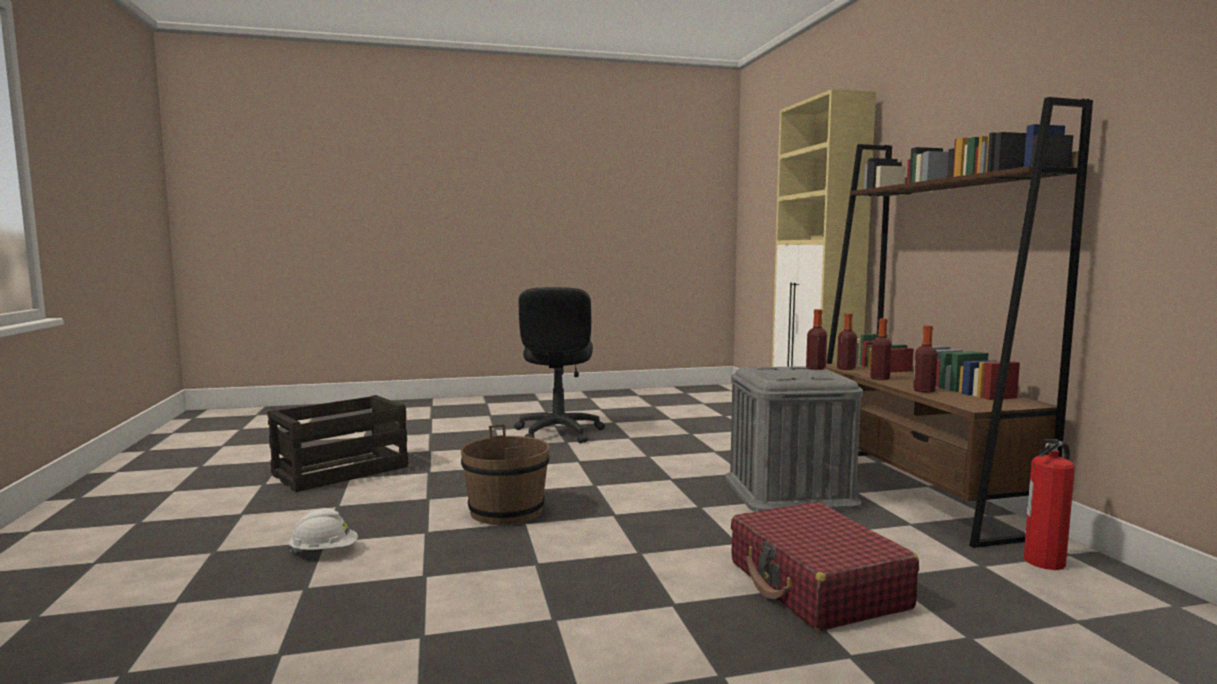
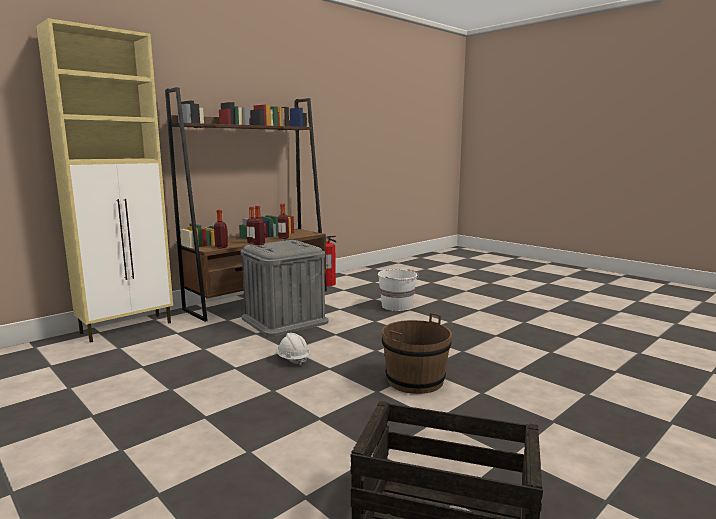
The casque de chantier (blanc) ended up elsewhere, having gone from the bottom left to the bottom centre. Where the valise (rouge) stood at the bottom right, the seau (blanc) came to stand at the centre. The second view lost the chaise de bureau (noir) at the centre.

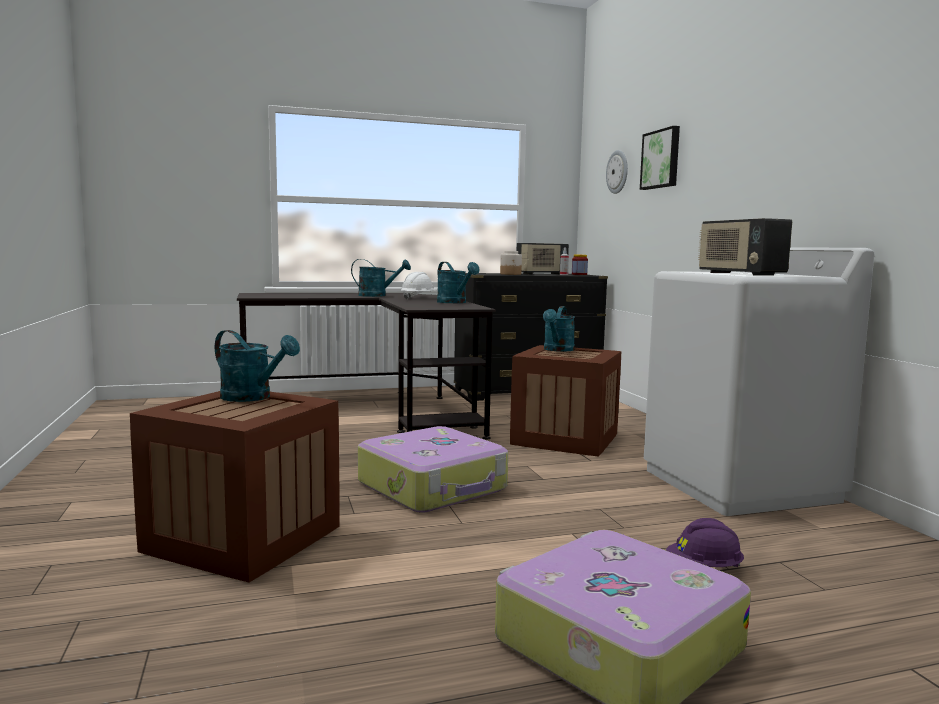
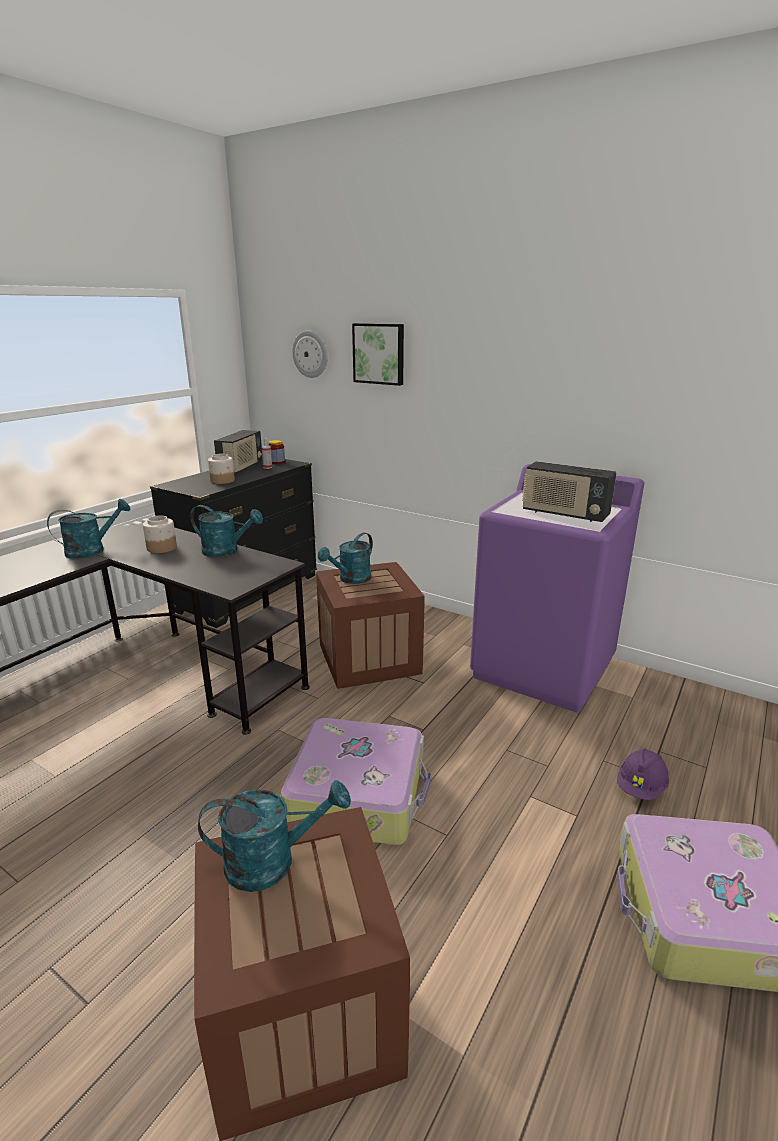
Where the casque de chantier (blanc) stood at the centre, the bocal (1st from left) came to stand at the middle left. The arrosoir (turquoise) (4th from left) at the centre ended up facing another way, 60 degrees clockwise from before. What was the lave-linge (blanc) at the middle right turned into the lave-linge (violet) at the middle right.

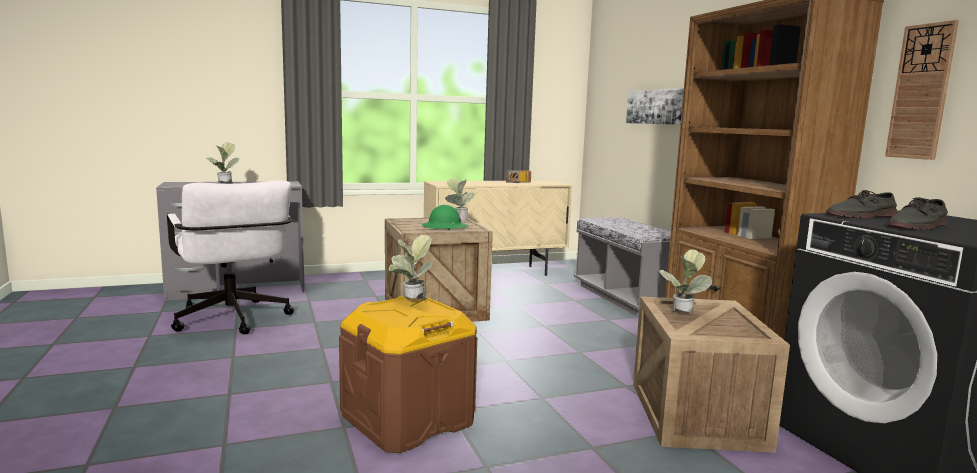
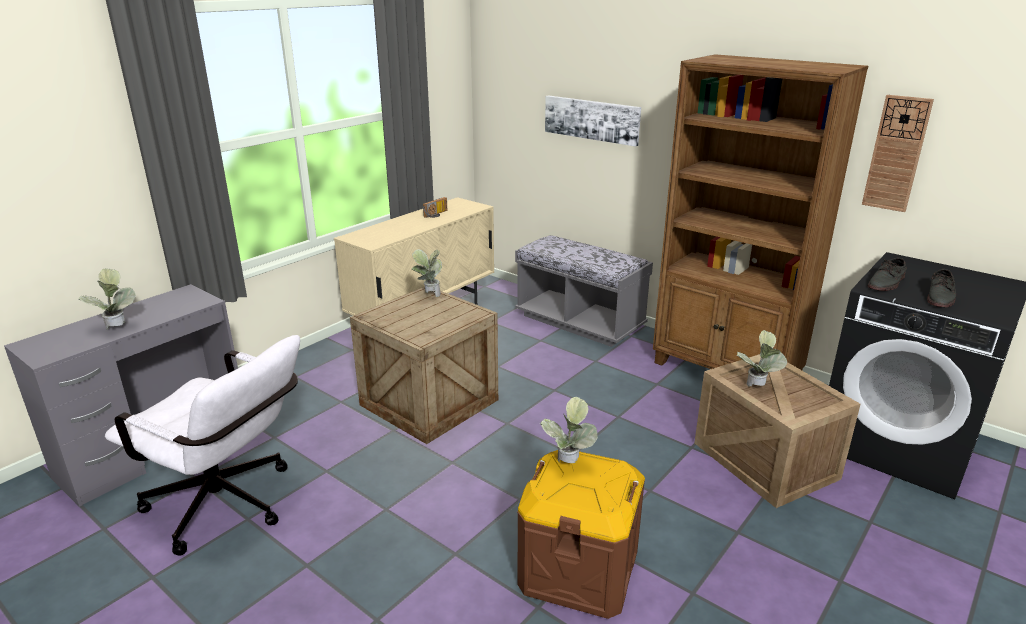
The second view lost the casque de chantier (vert) at the centre.

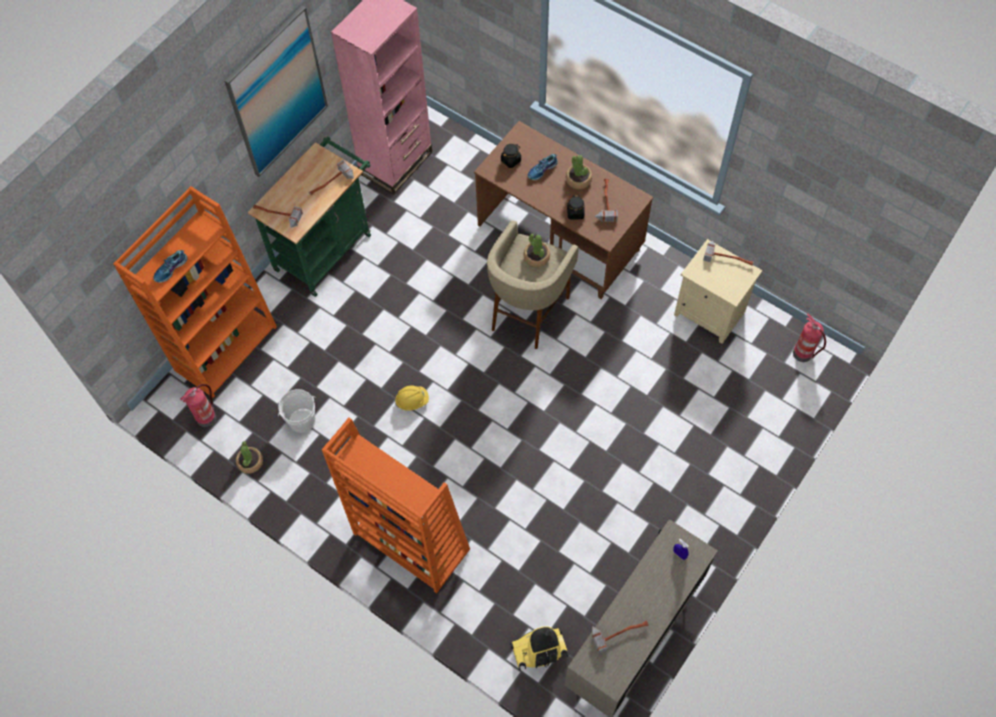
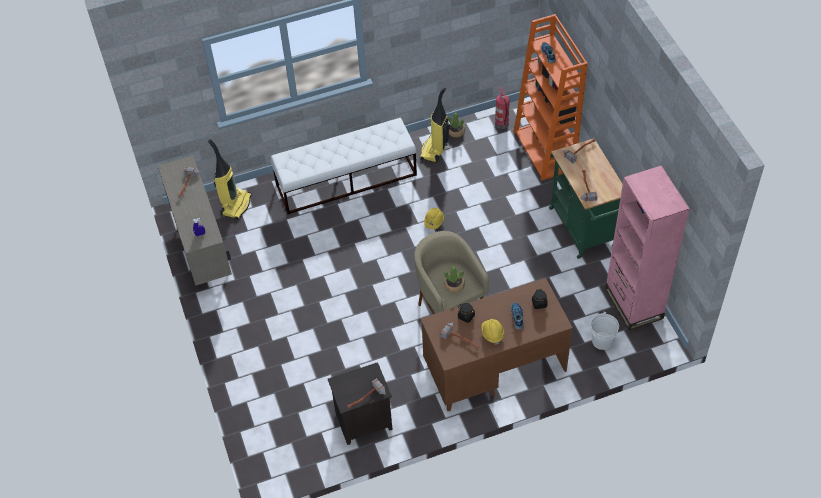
Where the bibliothèque (orange) (2nd from left) stood at the bottom centre, the banc (blanc) came to stand at the centre. What was the table de chevet (beige) at the middle right turned into the table de chevet (noir) at the bottom centre. The second view gained the aspirateur (2nd from left) at the top centre. Where the plante en pot (3rd from left) stood at the top centre, the casque de chantier (jaune) (2nd from left) came to stand at the bottom centre. The seau (blanc) ended up elsewhere, having gone from the middle left to the middle right. The second view lost the tableau at the top left. The second view lost the extincteur (2nd from left) at the middle right.

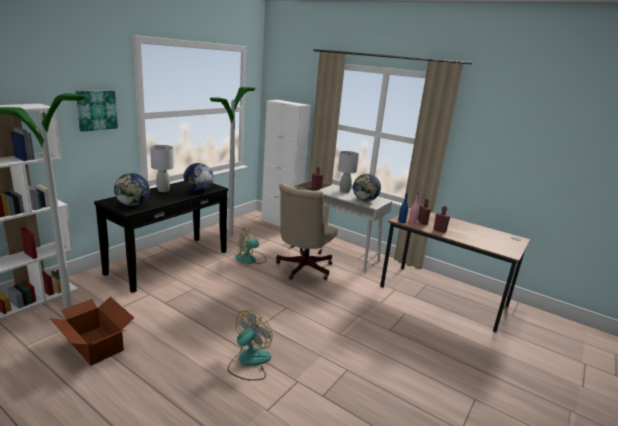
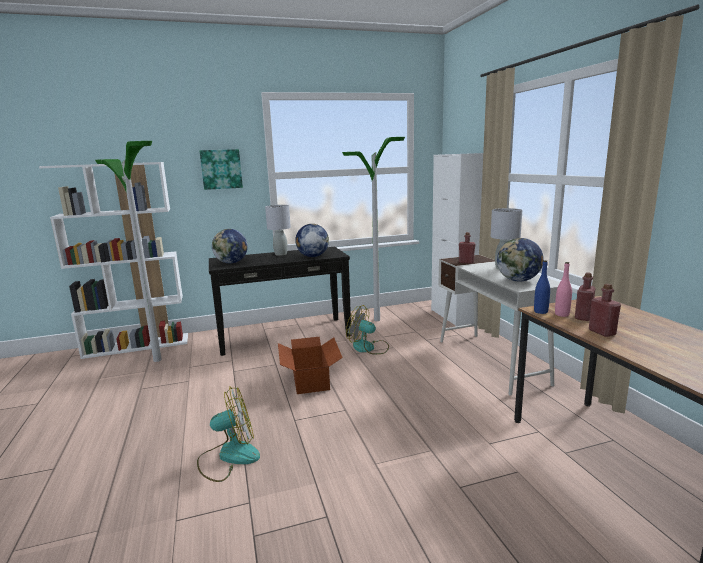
The carton ended up elsewhere, having gone from the bottom left to the centre. The second view lost the chaise de bureau (beige) at the centre.

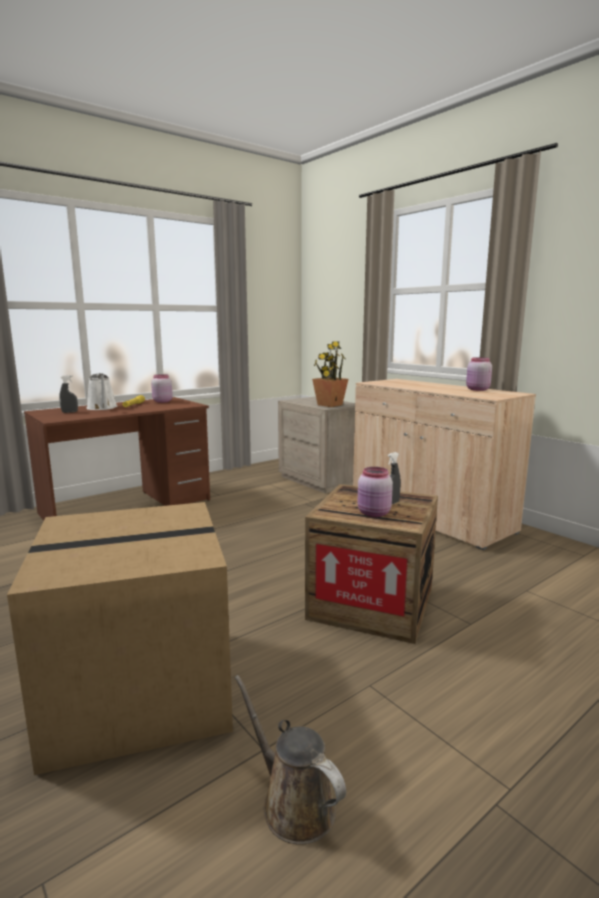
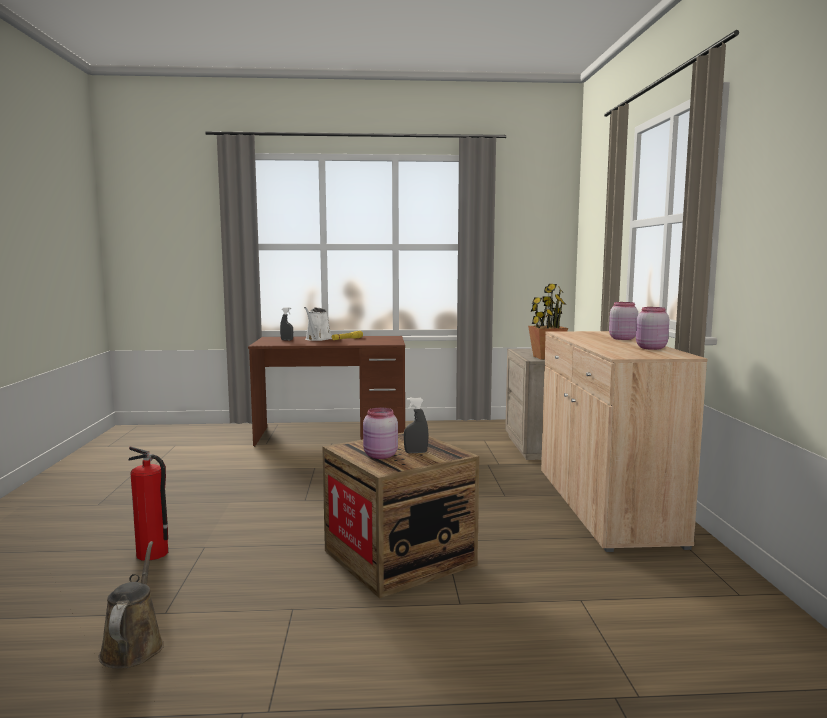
Where the carton stood at the bottom left, the extincteur came to stand at the bottom left. The bocal (rose) (1st from left in the first image) ended up elsewhere, having gone from the middle left to the middle right.

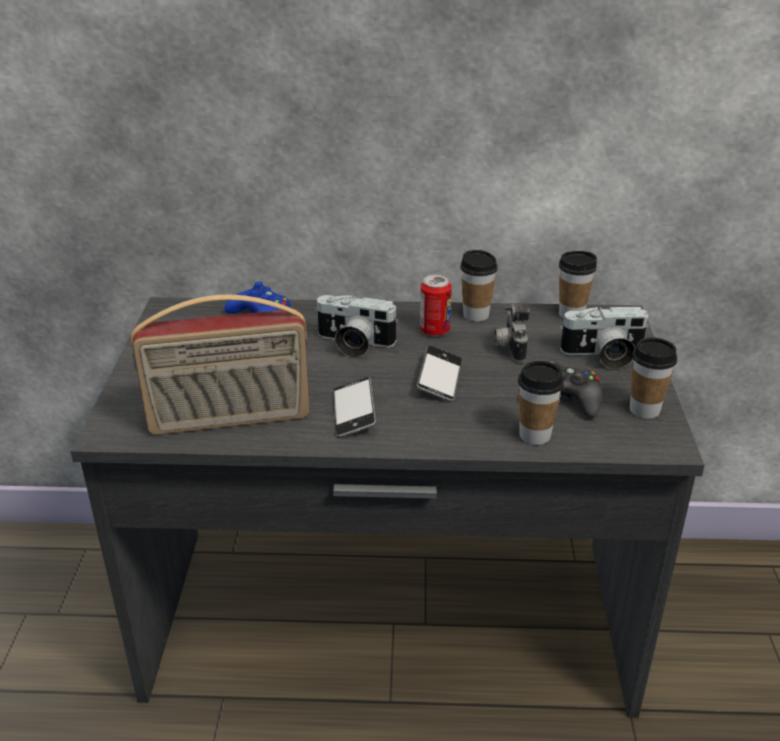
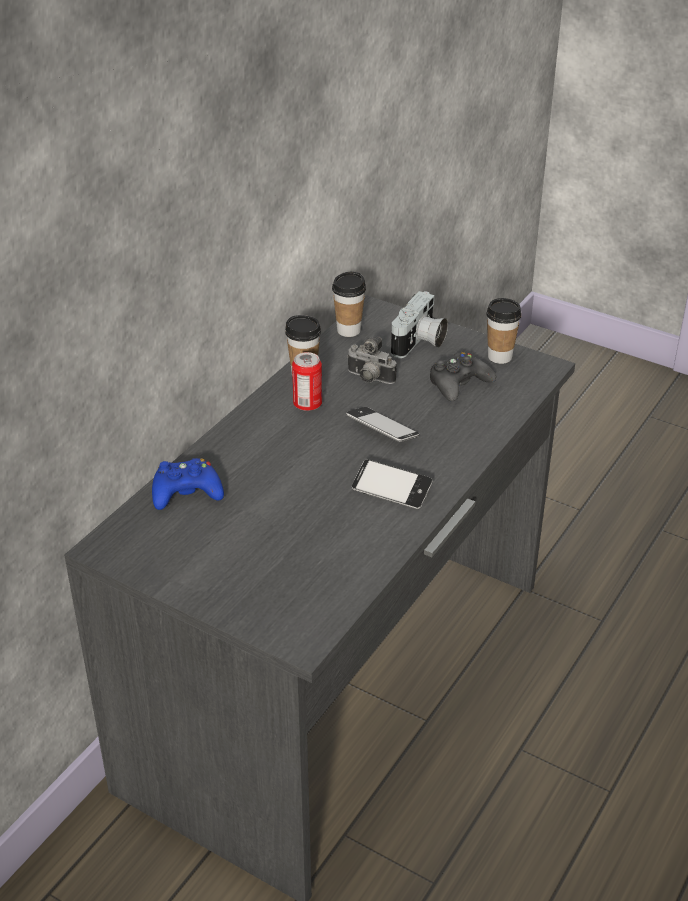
The second view lost the radio at the middle left. The second view lost the appareil photo (1st from left) at the centre. The second view lost the tasse (2nd from left) at the middle right.

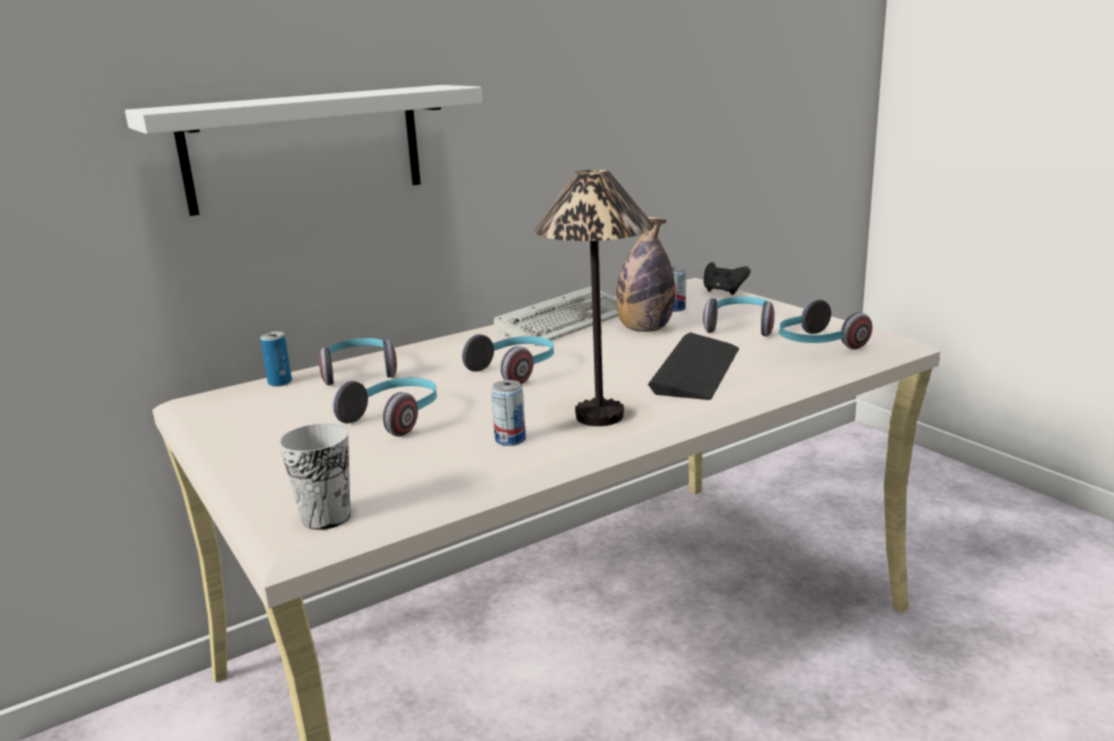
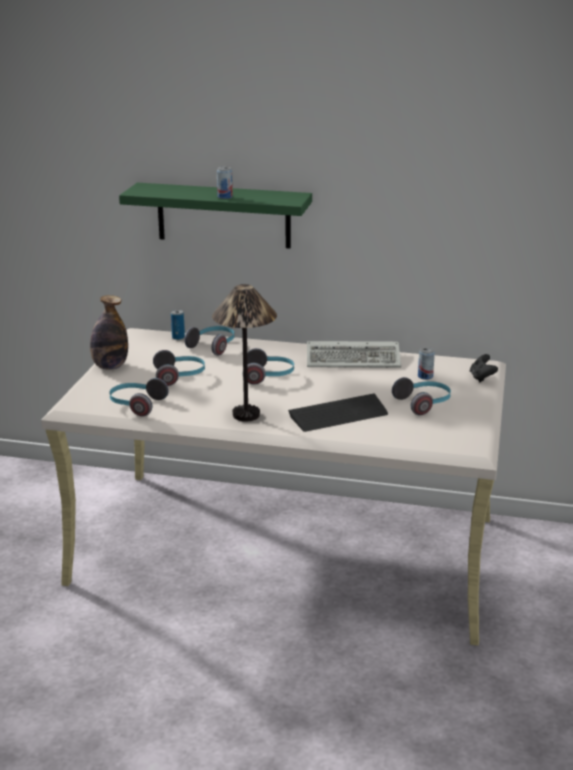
The bouteille ended up elsewhere, having gone from the centre to the middle left. The casque audio (5th from left in the first image) ended up elsewhere, having gone from the middle right to the middle left. What was the étagère (blanc) at the top left turned into the étagère (vert) at the top centre. The boîte métallique (2nd from left) ended up elsewhere, having gone from the centre to the top centre. The second view lost the tasse at the middle left.

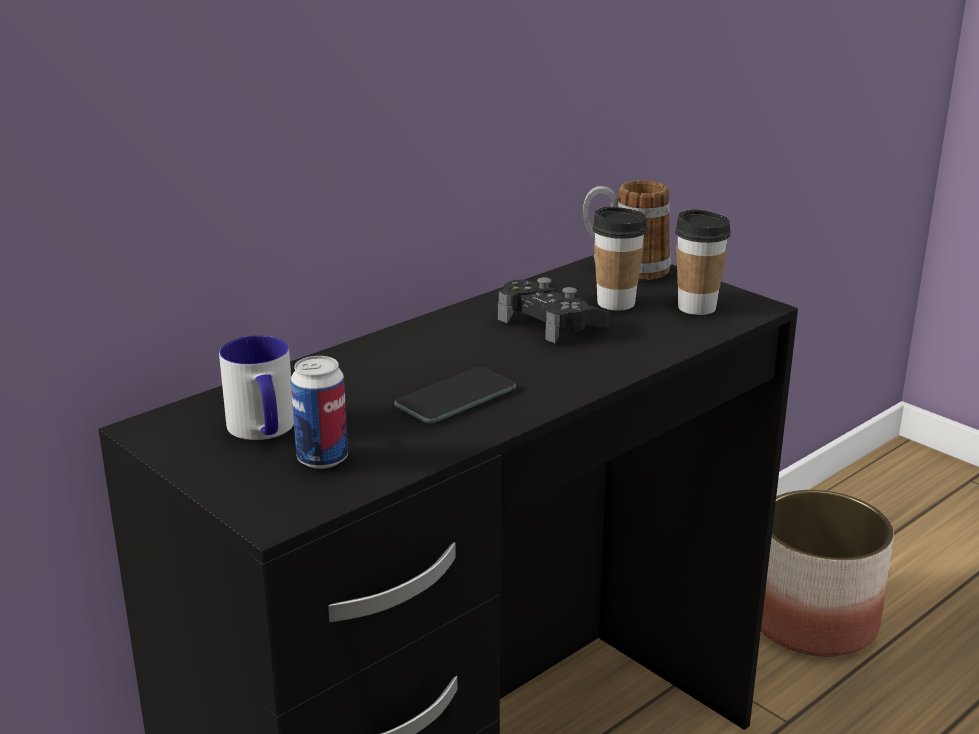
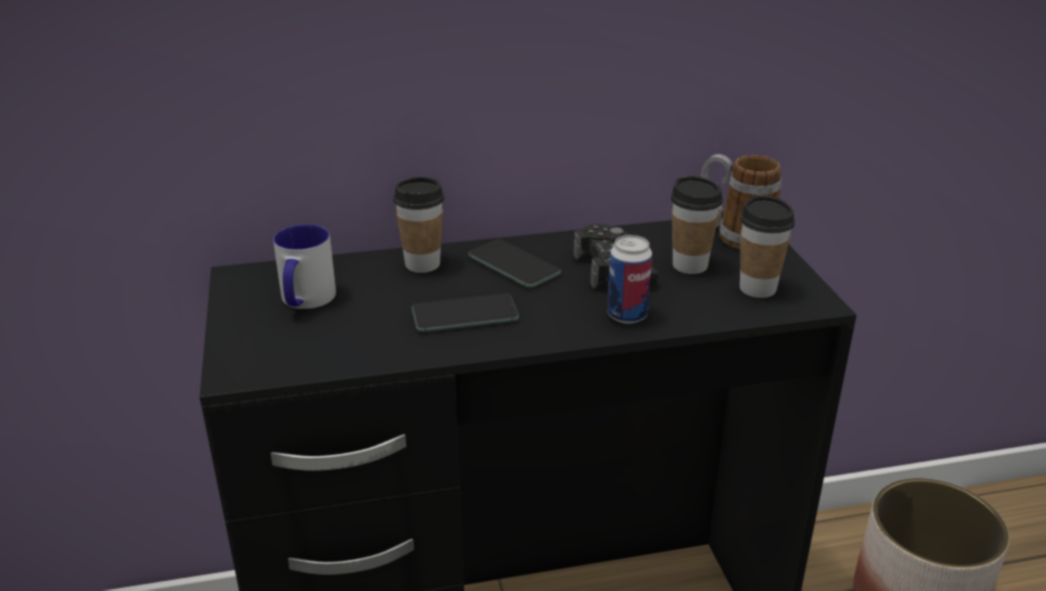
The second view gained the tasse (1st from left) at the centre. The second view gained the téléphone (2nd from left) at the centre. The boîte métallique ended up elsewhere, having gone from the middle left to the centre.

